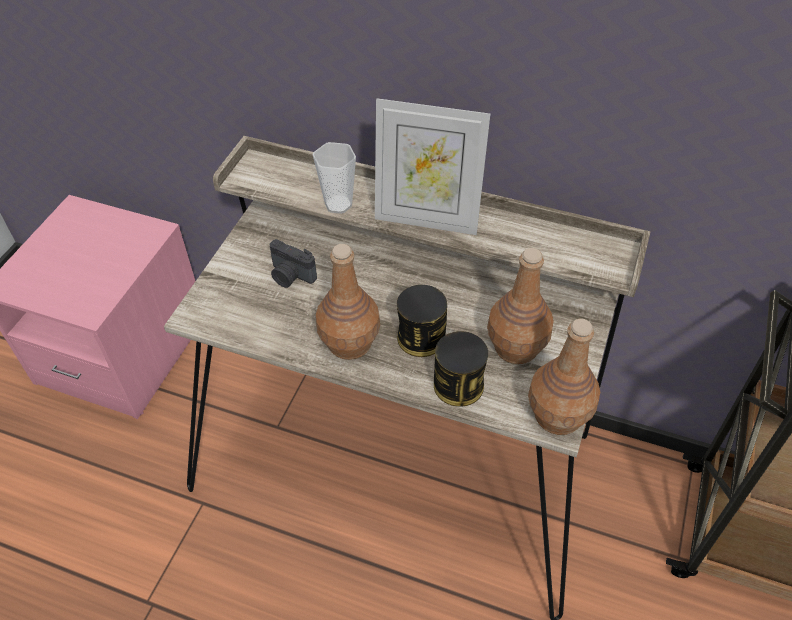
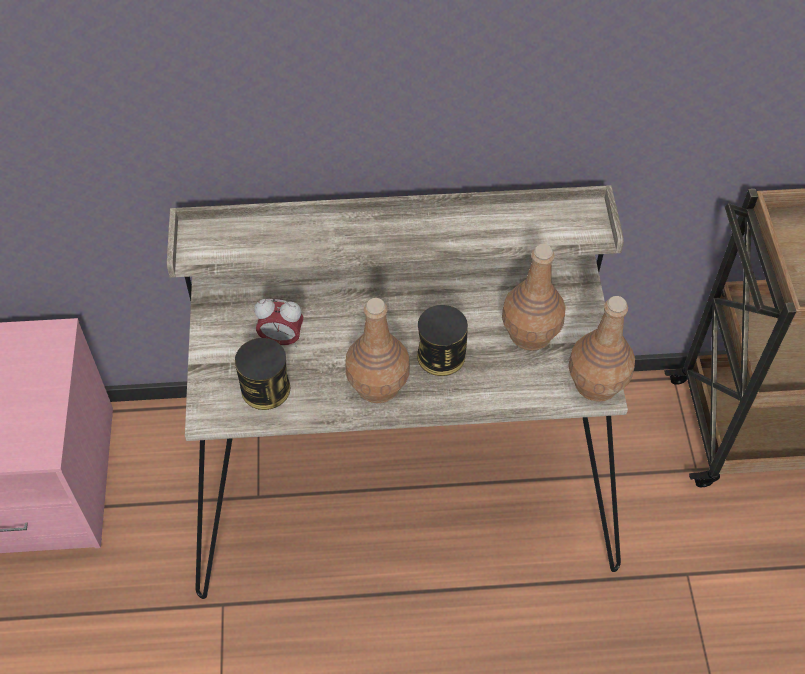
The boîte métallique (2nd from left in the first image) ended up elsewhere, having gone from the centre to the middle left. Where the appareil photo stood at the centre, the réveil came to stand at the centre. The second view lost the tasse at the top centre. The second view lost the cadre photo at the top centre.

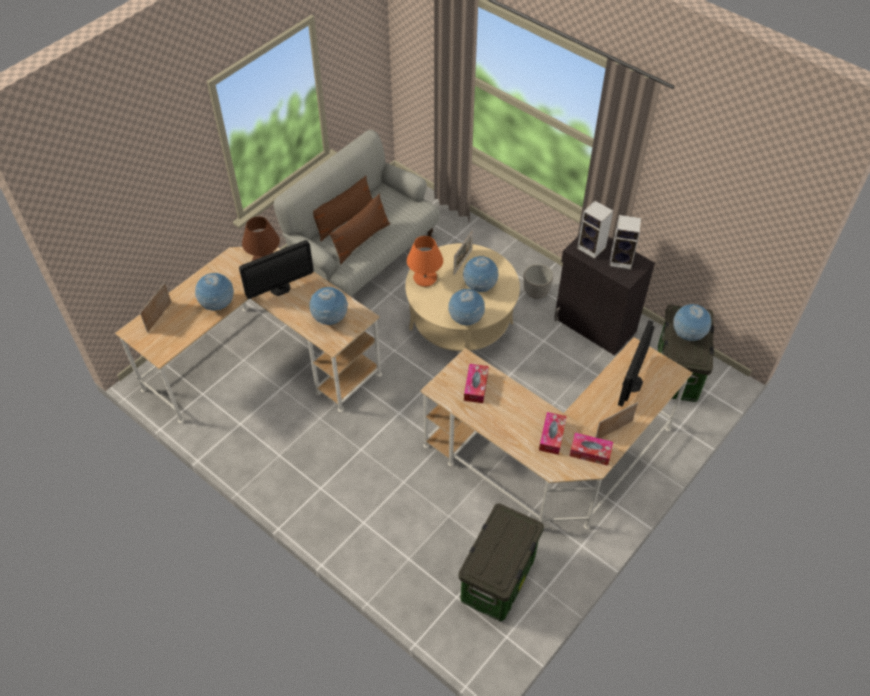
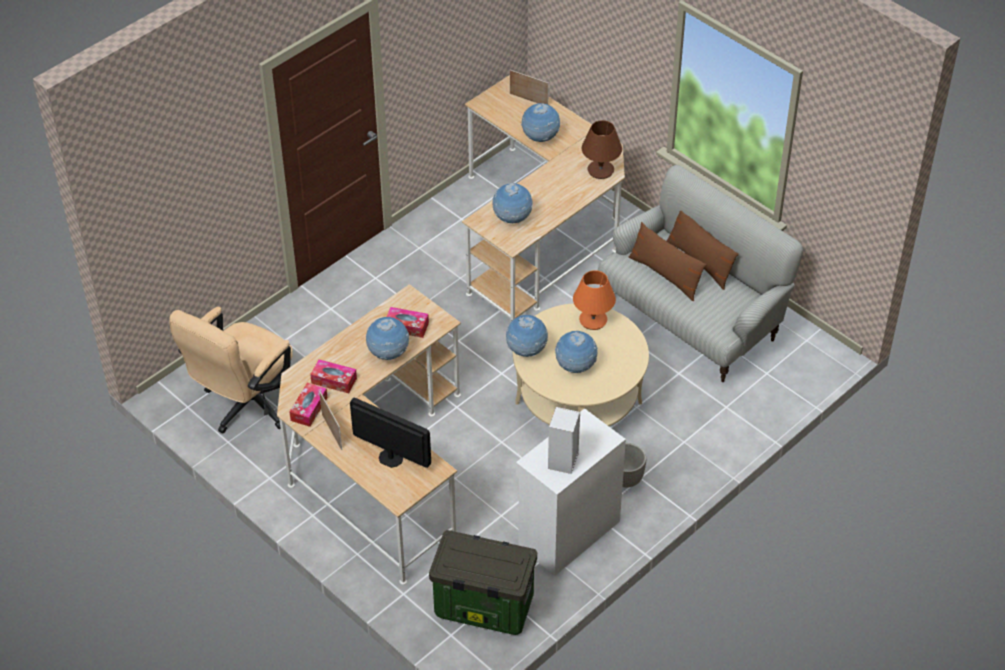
Where the boîte de rangement (1st from left) stood at the bottom centre, the chaise de bureau (beige) came to stand at the middle left. The globe (5th from left in the first image) ended up elsewhere, having gone from the middle right to the centre. What was the meuble de rangement (noir) at the middle right turned into the meuble de rangement (blanc) at the bottom centre. The second view lost the écran d'ordinateur (1st from left) at the middle left. The second view lost the cadre photo (2nd from left) at the centre. The second view lost the enceinte (1st from left) at the top right.

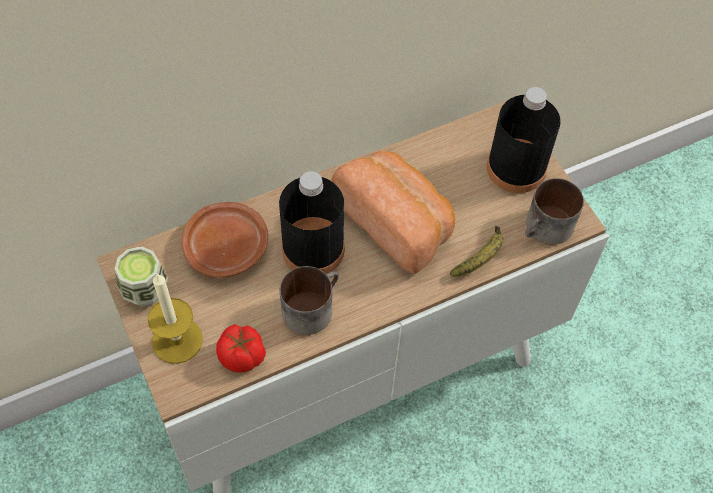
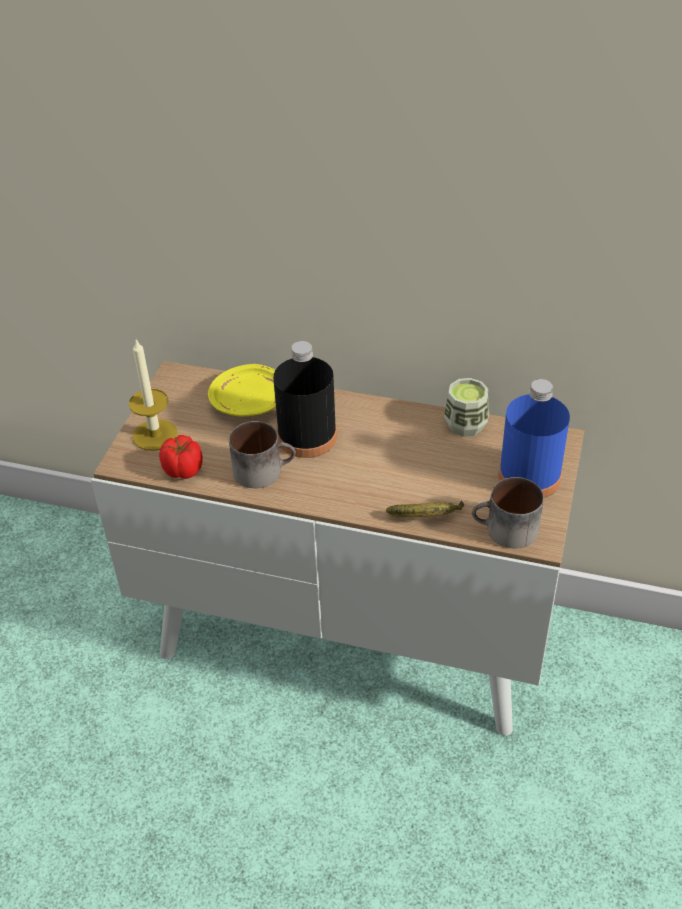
What was the assiette (marron) at the middle left turned into the assiette (jaune) at the centre. The tasse ended up elsewhere, having gone from the middle left to the middle right. What was the bouteille (noir) (2nd from left) at the top right turned into the bouteille (bleu) at the middle right. The second view lost the pain at the centre.

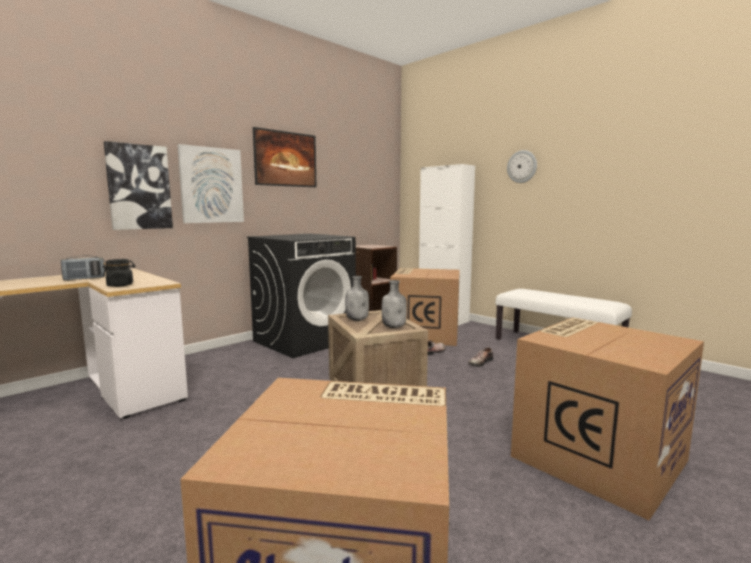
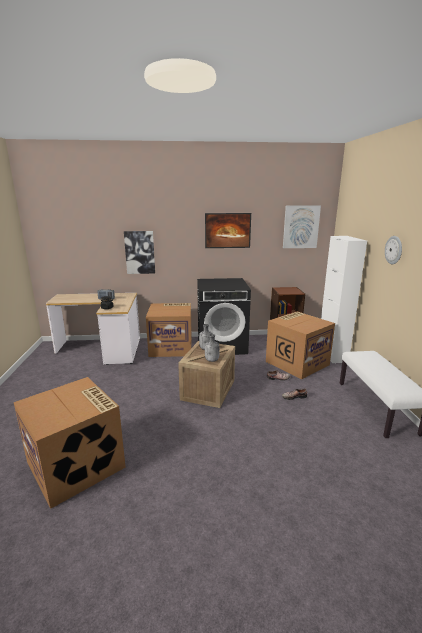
The carton (3rd from left in the first image) ended up elsewhere, having gone from the bottom right to the centre. The tableau (2nd from left in the first image) ended up elsewhere, having gone from the top left to the middle right.

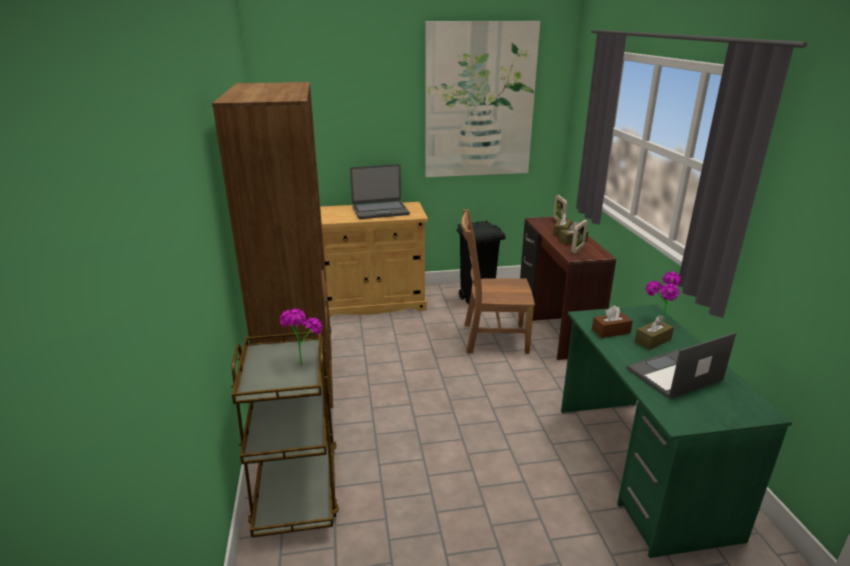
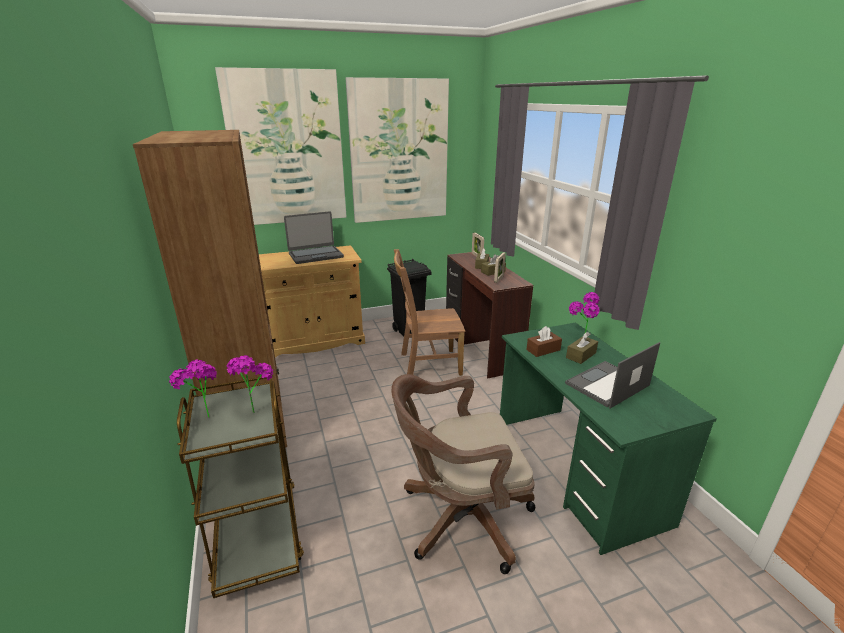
The second view gained the plante en pot (1st from left) at the middle left. The second view gained the tableau (1st from left) at the top left. The second view gained the chaise de bureau (marron) at the bottom centre.

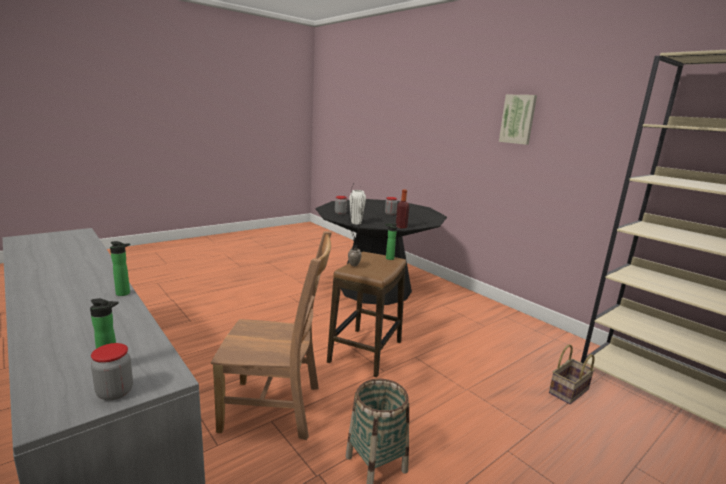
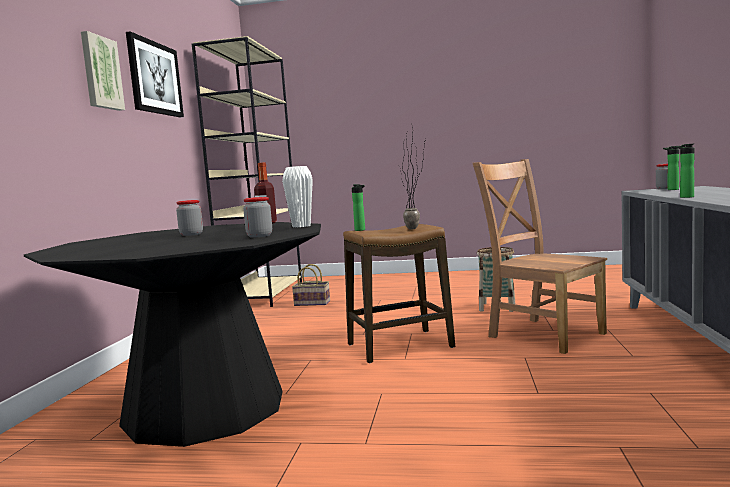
The second view gained the tableau (2nd from left) at the top left.

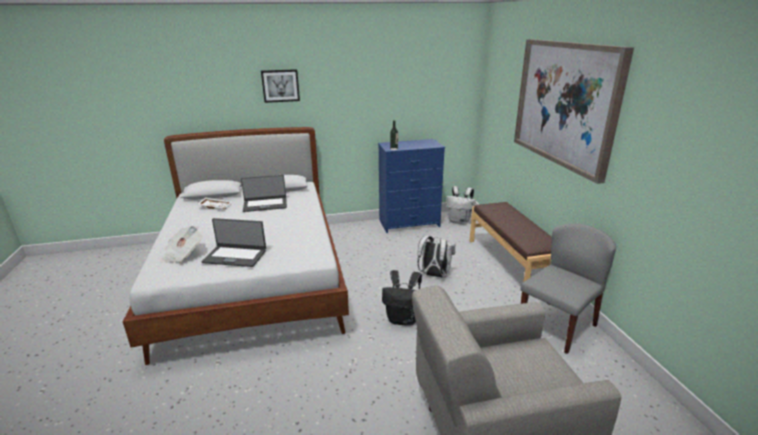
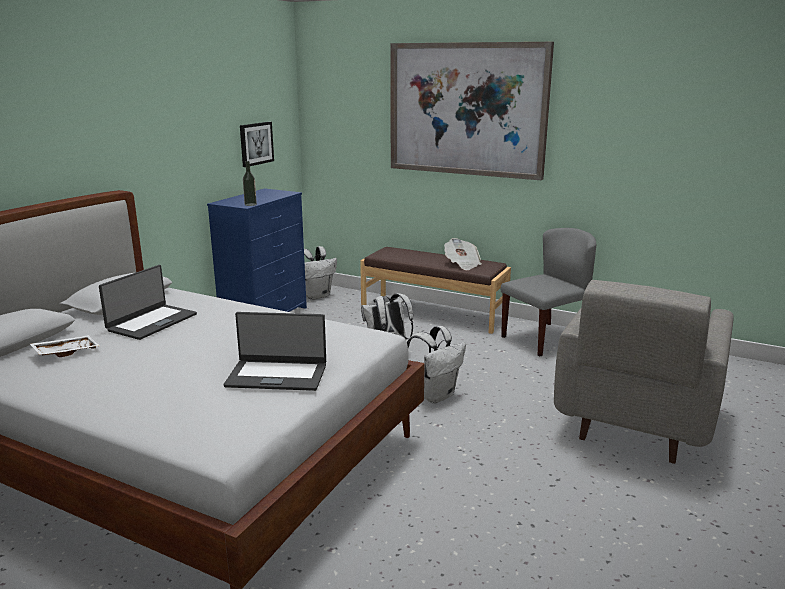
The ordinateur portable (1st from left in the first image) at the middle left ended up facing another way, 45 degrees clockwise from before. The tableau (1st from left) ended up elsewhere, having gone from the top centre to the top left. What was the sac à dos (noir) at the bottom centre turned into the sac à dos (blanc) (3rd from left) at the centre. The journal ended up elsewhere, having gone from the middle left to the centre. The chaise (gris) at the middle right ended up facing another way, 60 degrees clockwise from before.

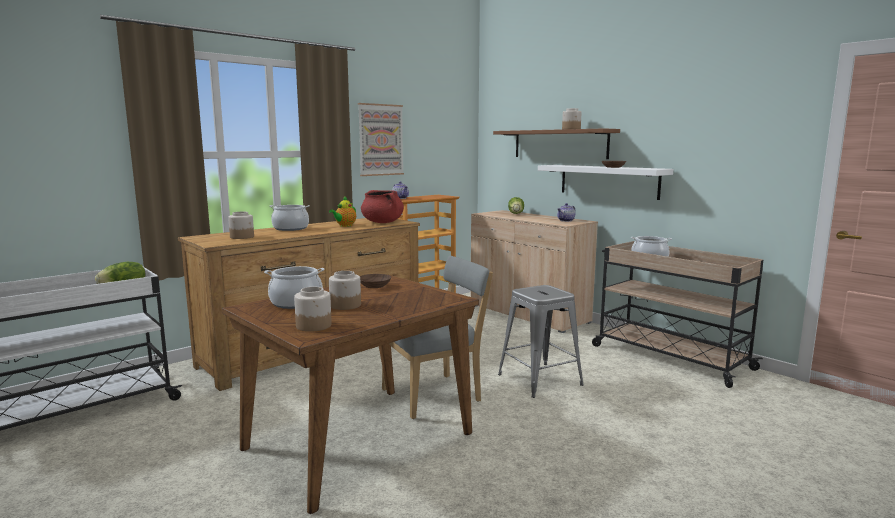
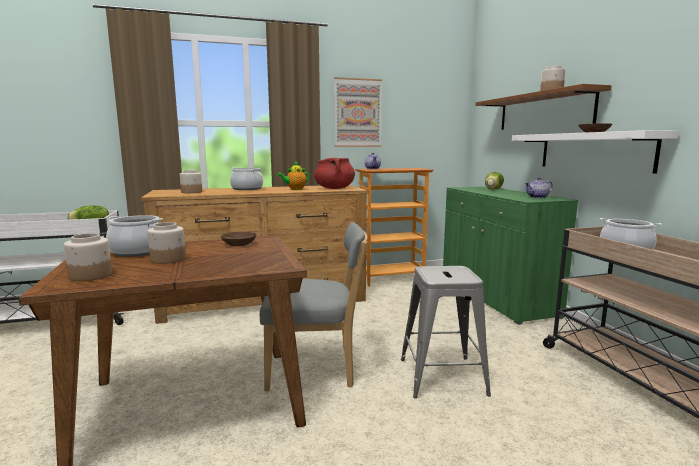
What was the meuble de rangement (beige) at the centre turned into the meuble de rangement (vert) at the middle right.

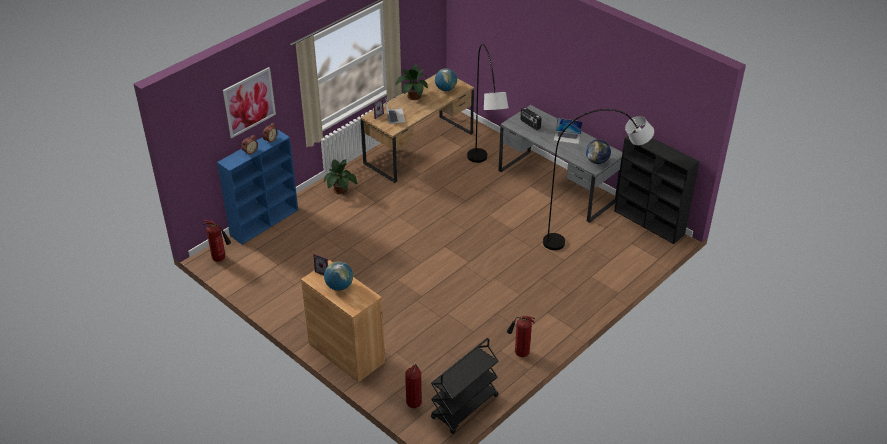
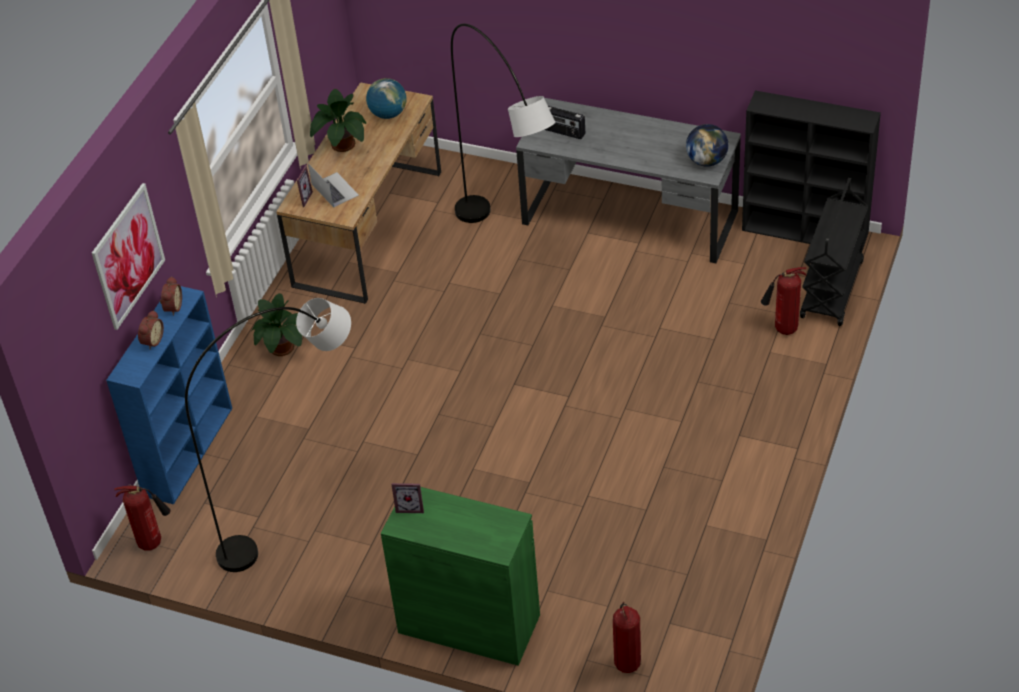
The lampadaire (gris) (2nd from left in the first image) ended up elsewhere, having gone from the middle right to the middle left. What was the meuble de rangement (marron) at the bottom centre turned into the meuble de rangement (vert) at the bottom centre. The extincteur (3rd from left) ended up elsewhere, having gone from the bottom centre to the middle right. The chariot (noir) ended up elsewhere, having gone from the bottom centre to the middle right. The second view lost the globe (1st from left) at the centre. The second view lost the ordinateur portable (2nd from left) at the top centre.

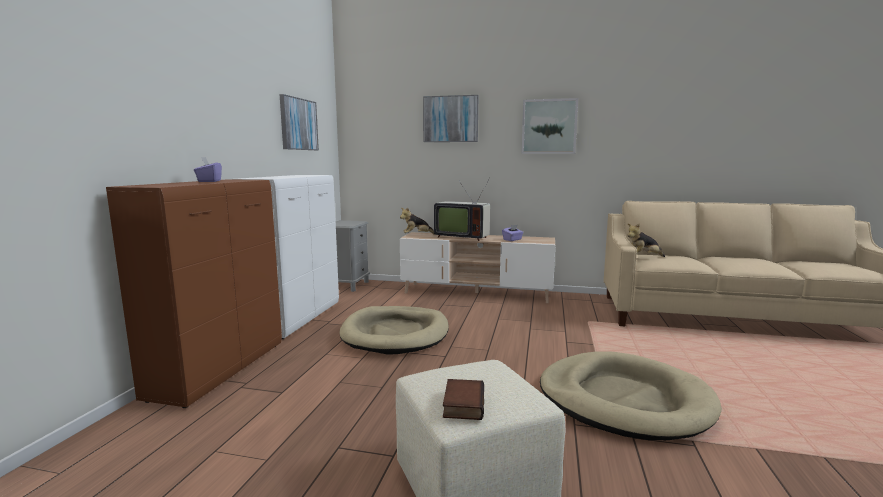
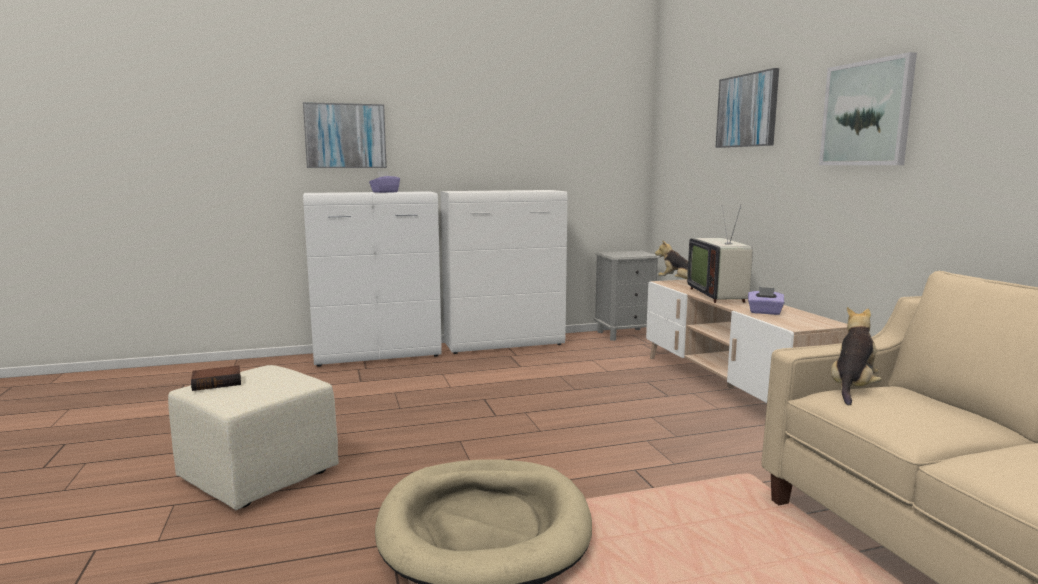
The tableau (1st from left) ended up elsewhere, having gone from the top centre to the top left. What was the meuble de rangement (marron) at the middle left turned into the meuble de rangement (blanc) (1st from left) at the centre. The peluche (2nd from left) at the middle right ended up facing another way, 75 degrees clockwise from before. The second view lost the panier pour chien (beige) (1st from left) at the centre.

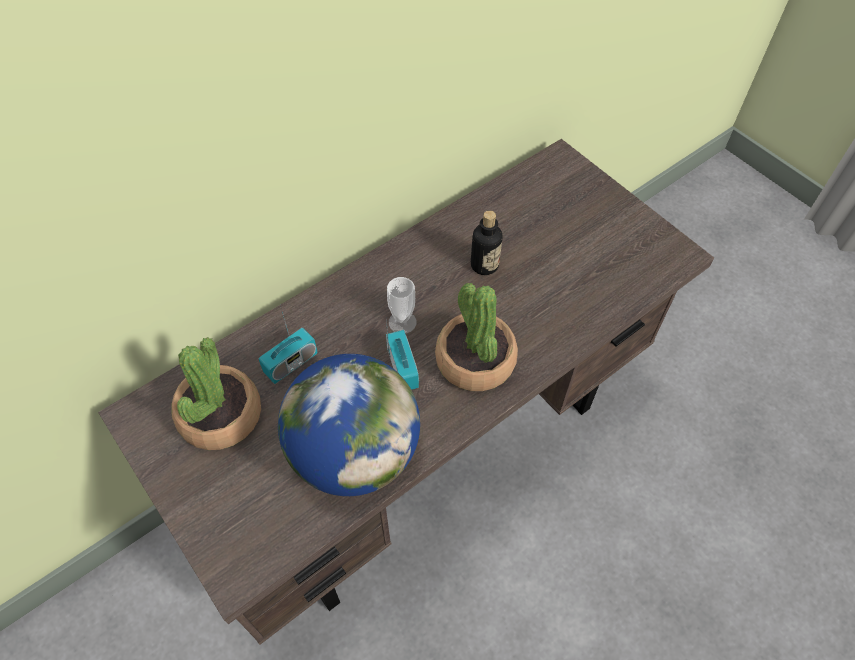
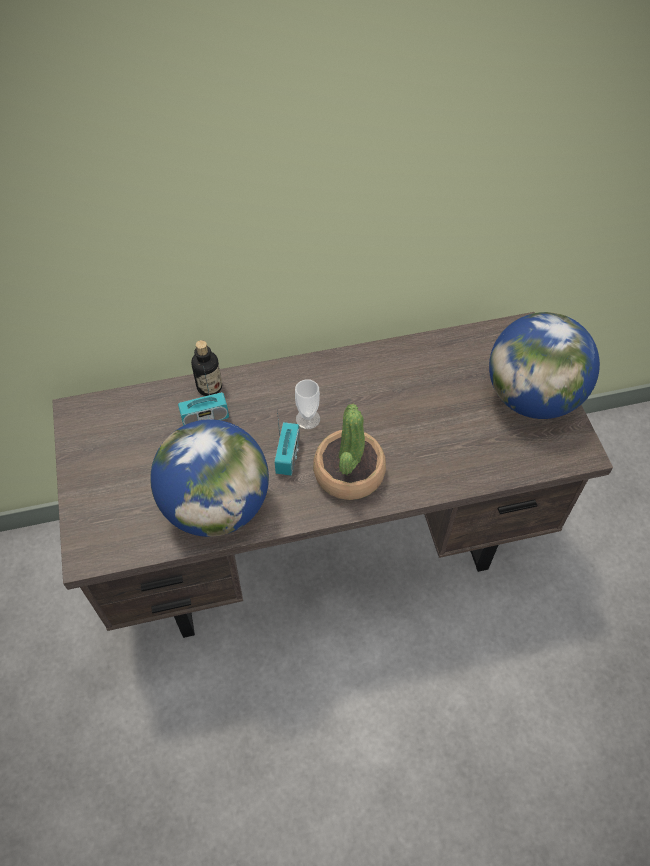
The bouteille ended up elsewhere, having gone from the centre to the middle left. The second view gained the globe (2nd from left) at the middle right. The second view lost the plante en pot (1st from left) at the middle left.

